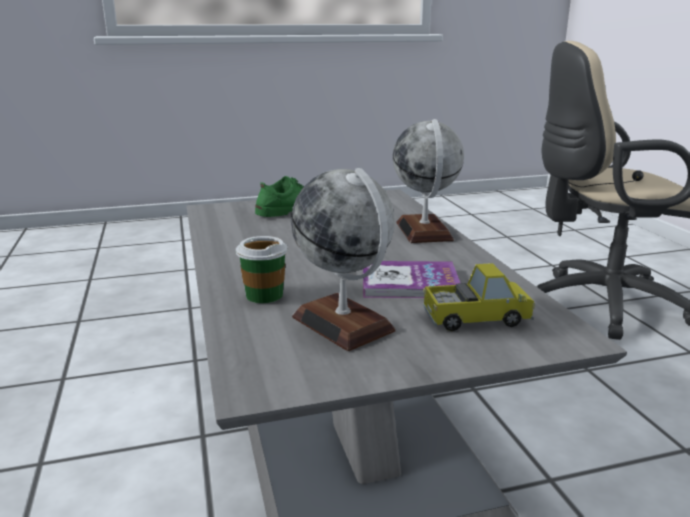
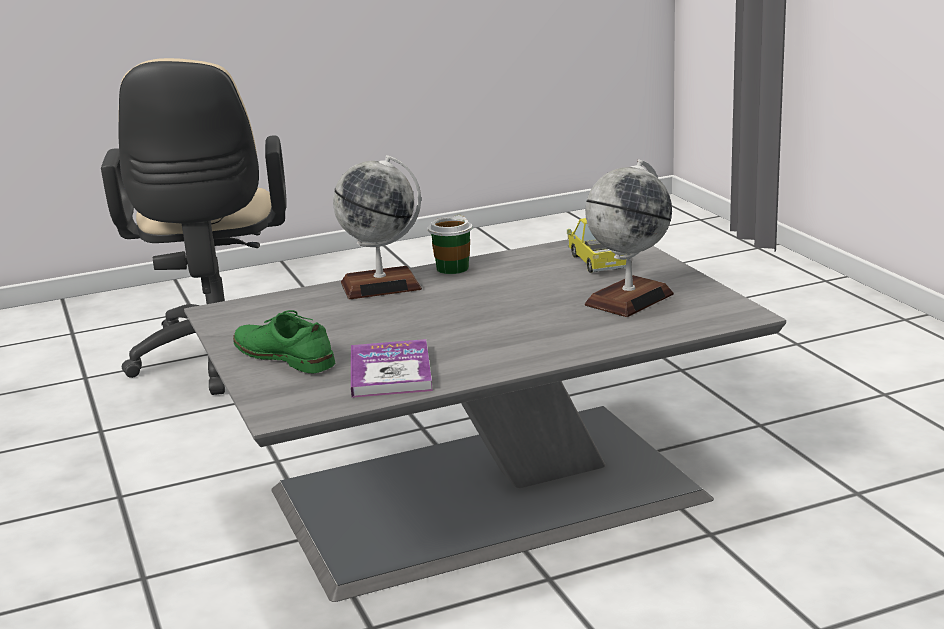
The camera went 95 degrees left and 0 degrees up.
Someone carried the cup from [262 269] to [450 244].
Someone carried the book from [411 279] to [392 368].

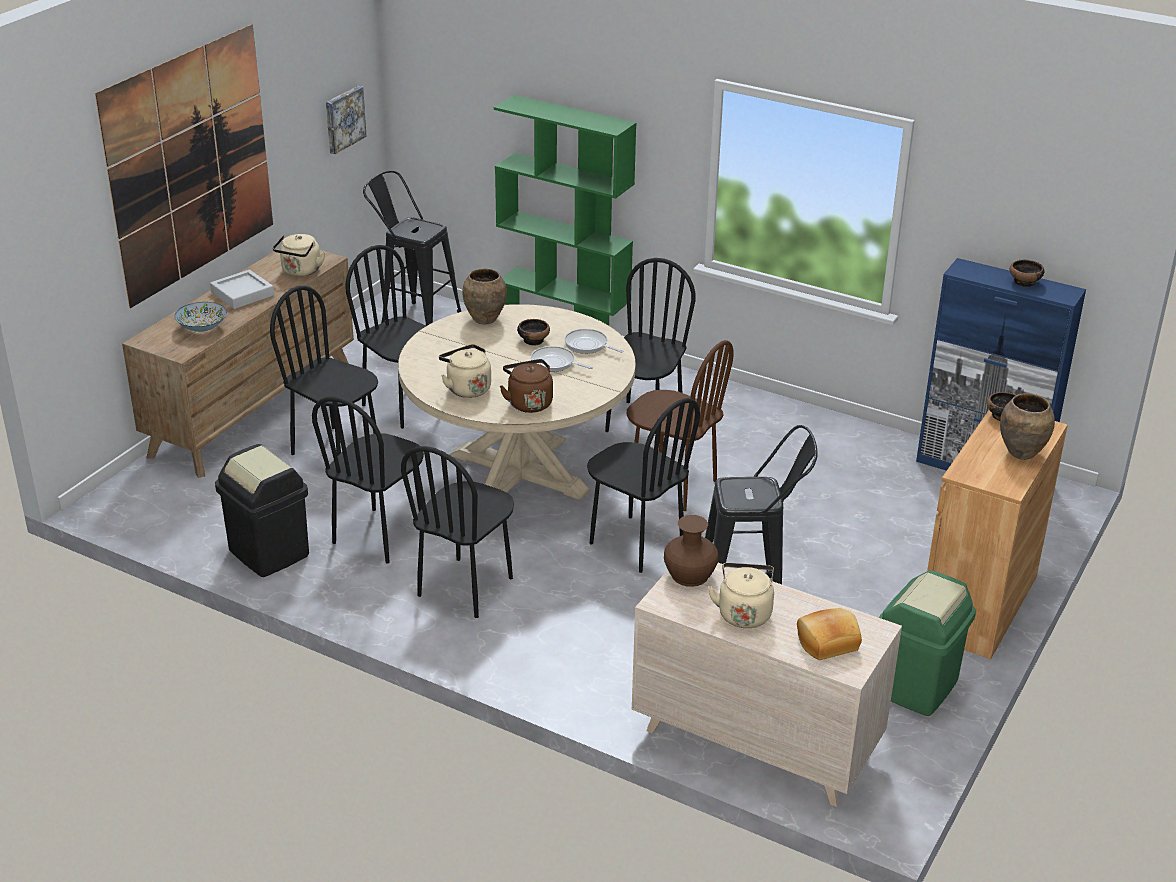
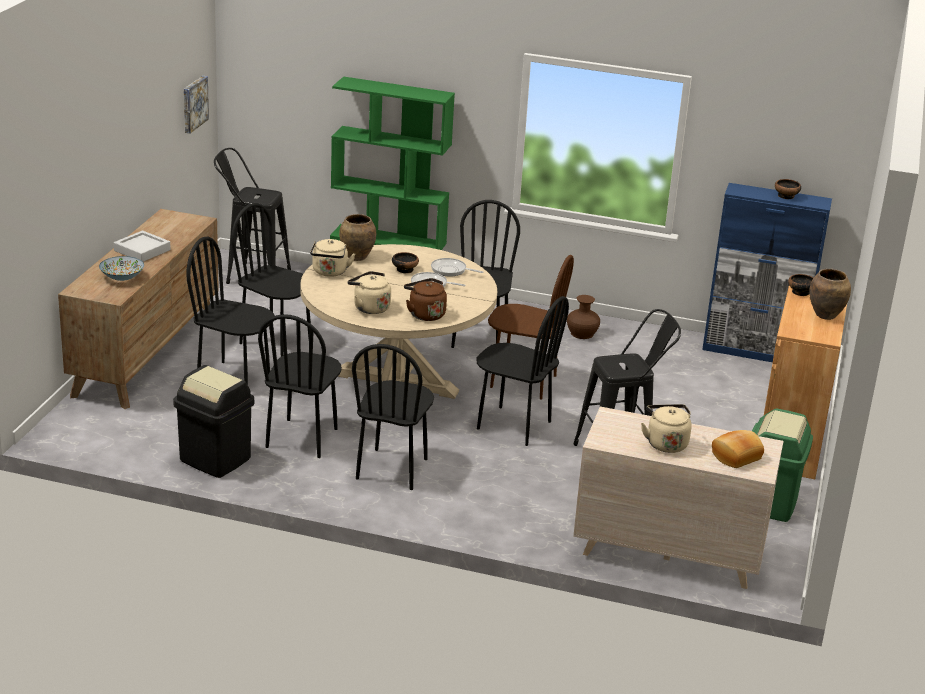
The camera went 15 degrees left and 5 degrees down.
Someone took away the picture at [184 166].
Someone carried the beige kettle from [299 255] to [332 258].
Someone carried the brown vase from [691 551] to [583 317].

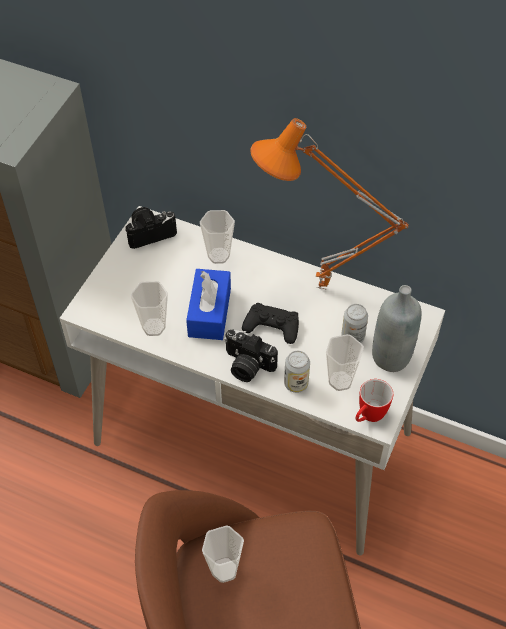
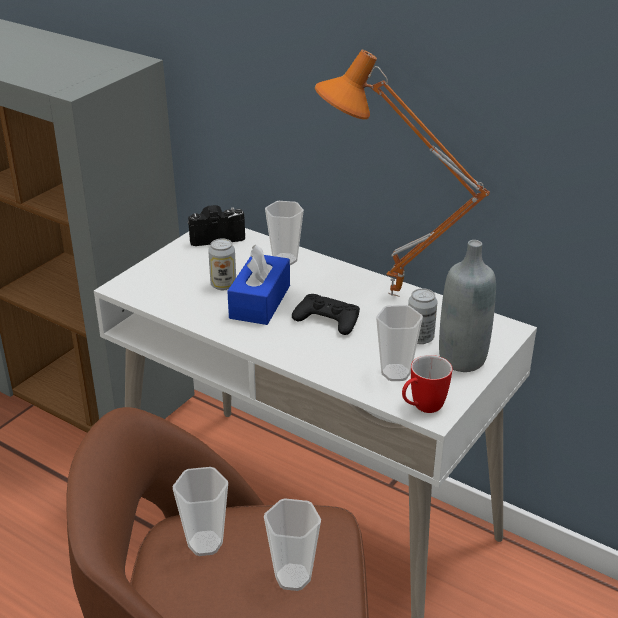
The camera went 10 degrees right and 20 degrees down.
Someone carried the cup from [149 308] to [292 544].
Someone took away the photo camera at [251 356].
Someone carried the can from [297 372] to [222 264].

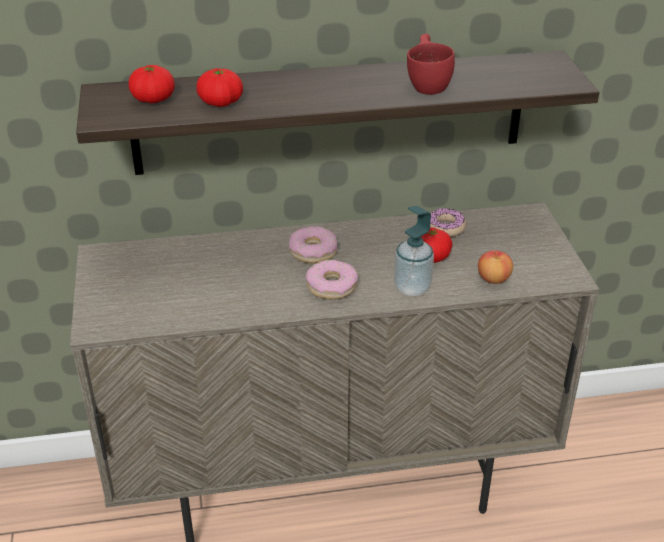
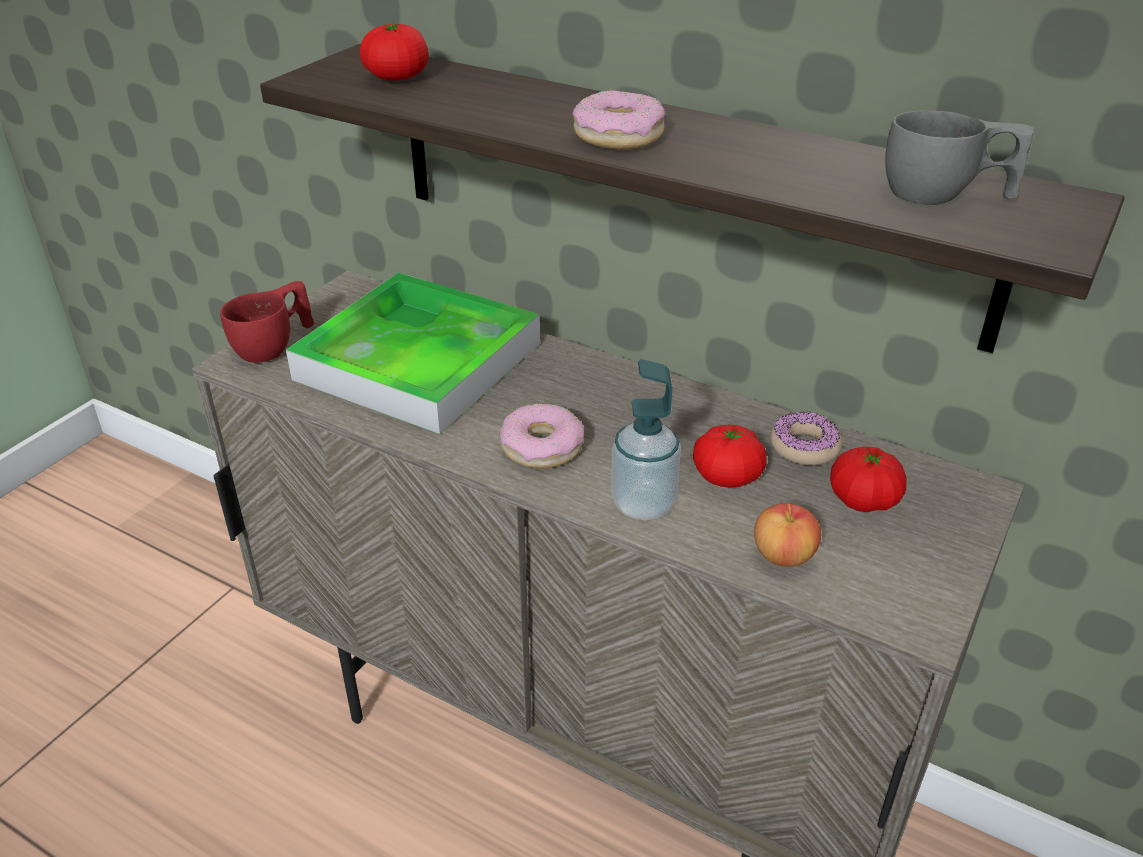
The camera went 40 degrees right and 0 degrees up.
Someone carried the tomato from [219 87] to [868 479].
Someone carried the donut from [313 244] to [618 120].
Someone carried the red cup from [431 64] to [267 322].
Someone put down the tray at [413 353].
Someone put down the grey cup at [959 157].

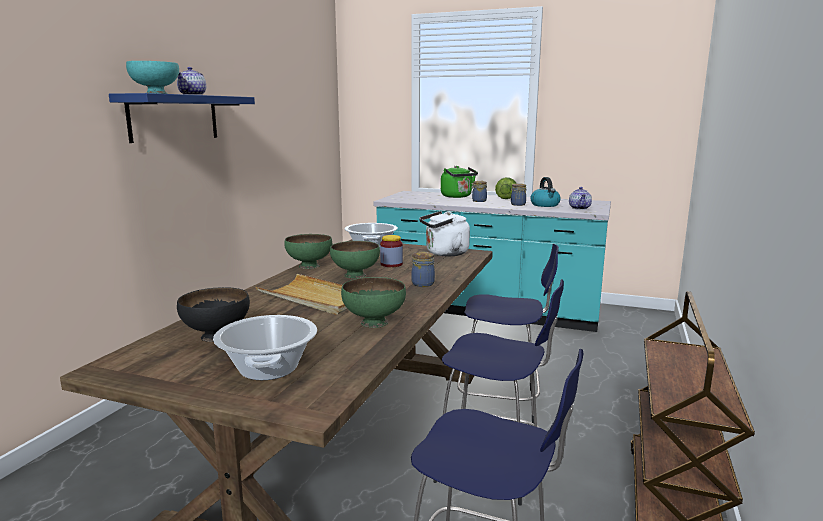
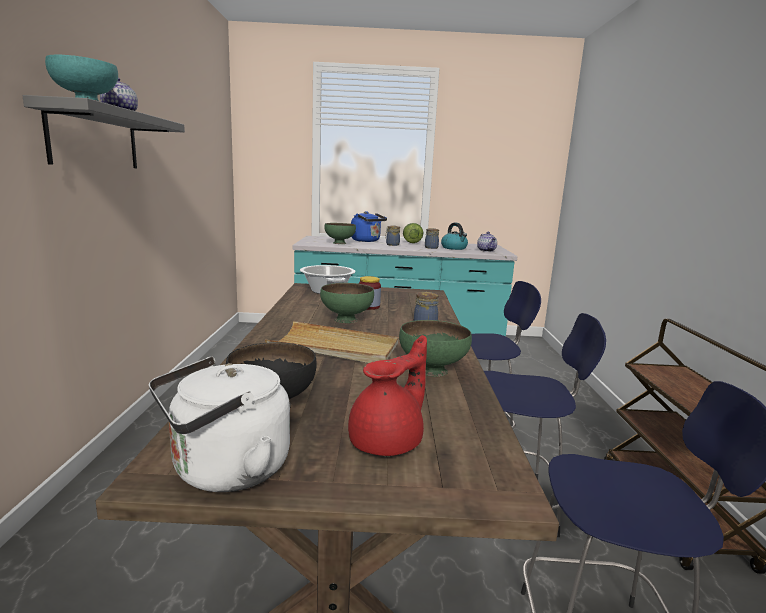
The camera went 20 degrees left and 0 degrees up.
Someone repainted the blue shelf at [182 118], which became the grey shelf at [104 131].
Someone swapped the cooking pot at [265 347] for the red teapot at [387 395].
Someone carried the green bowl from [308 251] to [340 233].
Someone carried the white kettle from [444 233] to [219 424].
Someone repainted the green kettle at [459 182], which became the blue kettle at [369 226].

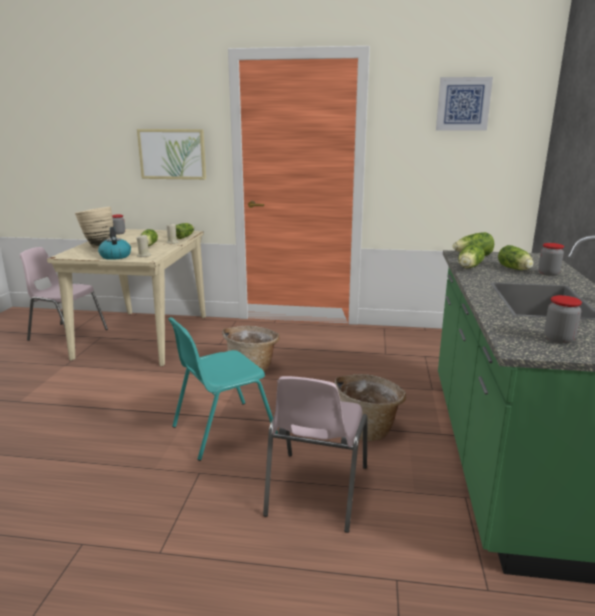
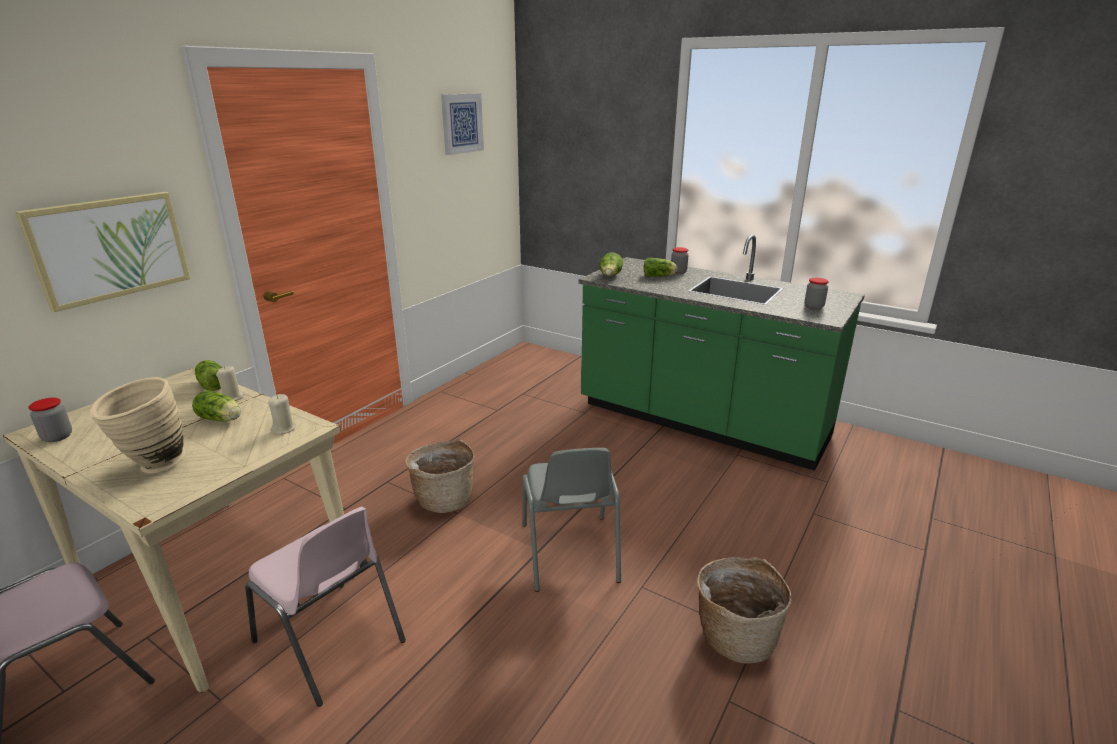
The camera went 65 degrees left and 5 degrees up.
Someone took away the kettle at [114 243].
Someone repainted the turquoise chair at [223 389], which became the grey chair at [571 520].
Someone carried the pink chair from [315 454] to [325 607].
Someone carried the basket from [370 407] to [744 610].
Someone took away the lettuce at [471 256].

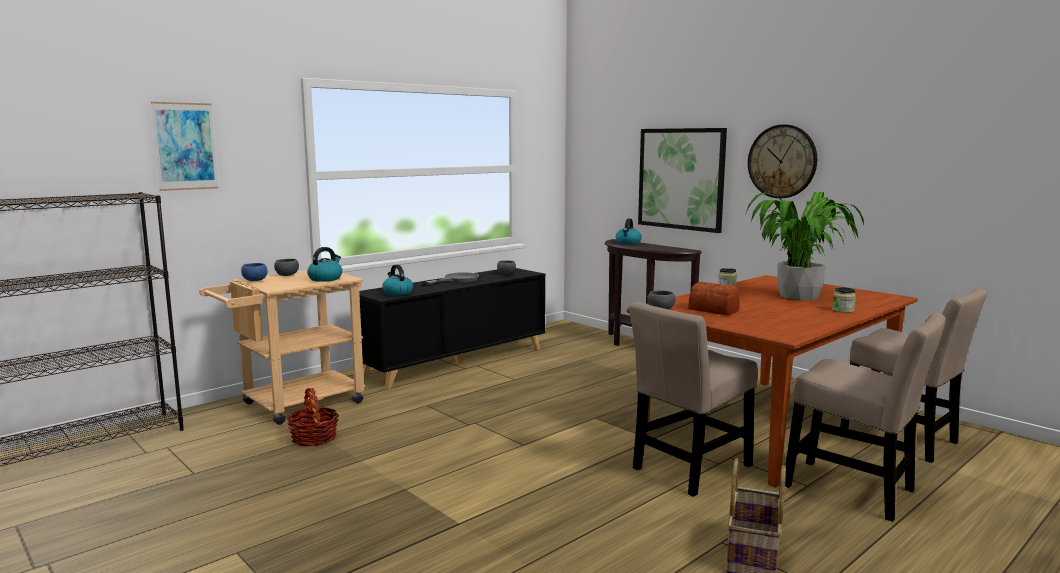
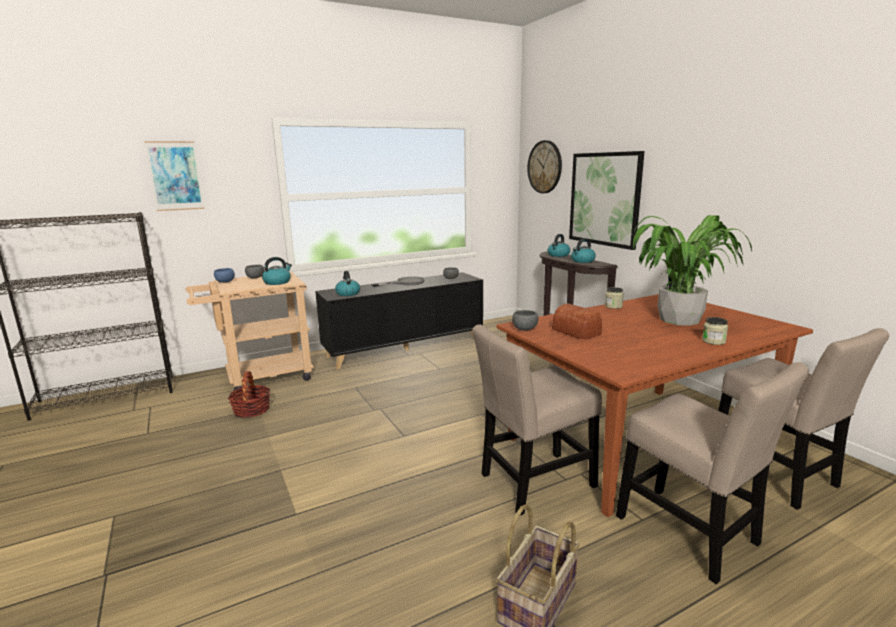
The camera went 15 degrees right and 5 degrees up.
Someone carried the wall clock from [782 161] to [544 166].
Someone put down the kettle at [583 250].

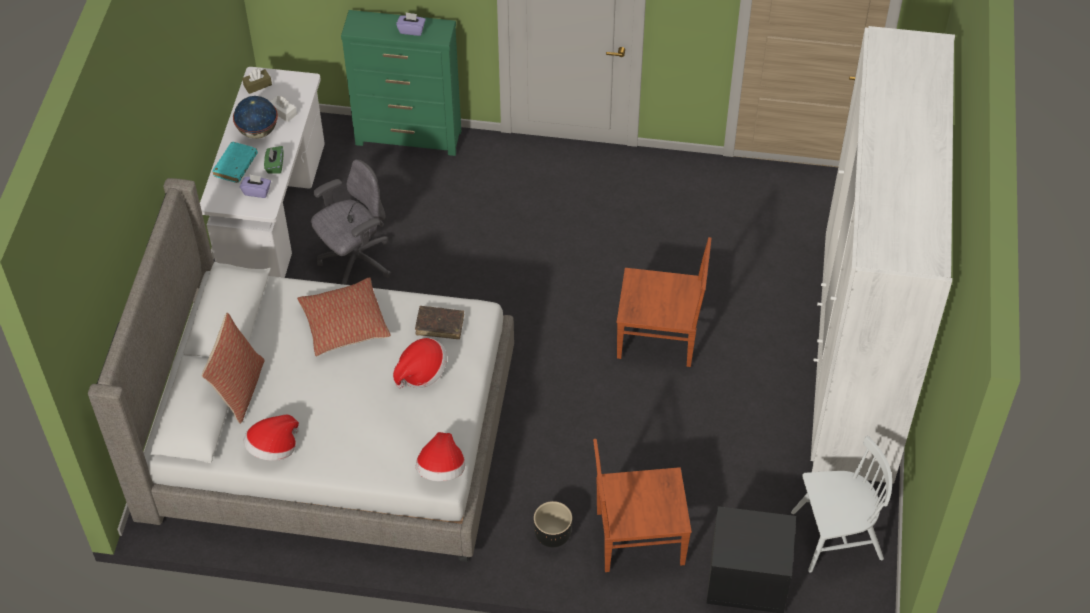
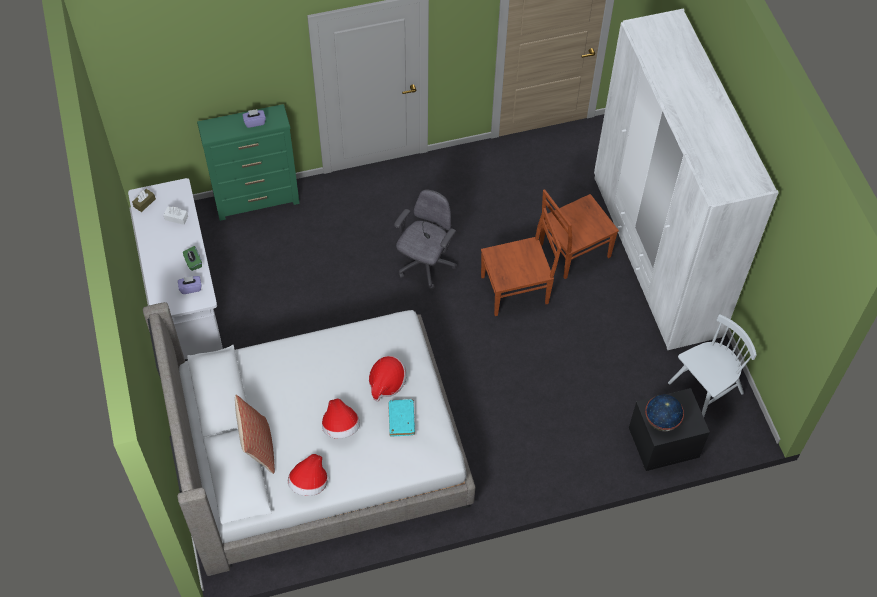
The camera went 25 degrees left and 5 degrees up.
Someone carried the turquoise book from [235 162] to [401 418].
Someone carried the globe from [255 117] to [664 413].
Someone took away the pillow at [344 317].
Someone carried the grey office chair from [351 222] to [425 239].
Someone took away the brown book at [439 322].
Someone carried the hat from [440 456] to [341 418].
Someone took away the black planter at [553 524].
Someone carried the brown chair from [642 505] to [579 234].

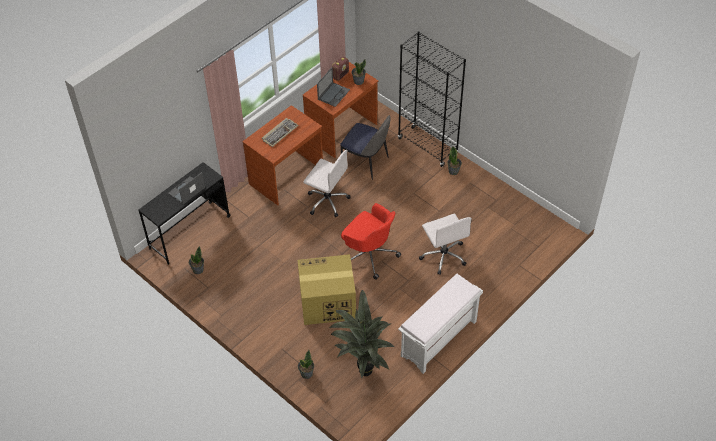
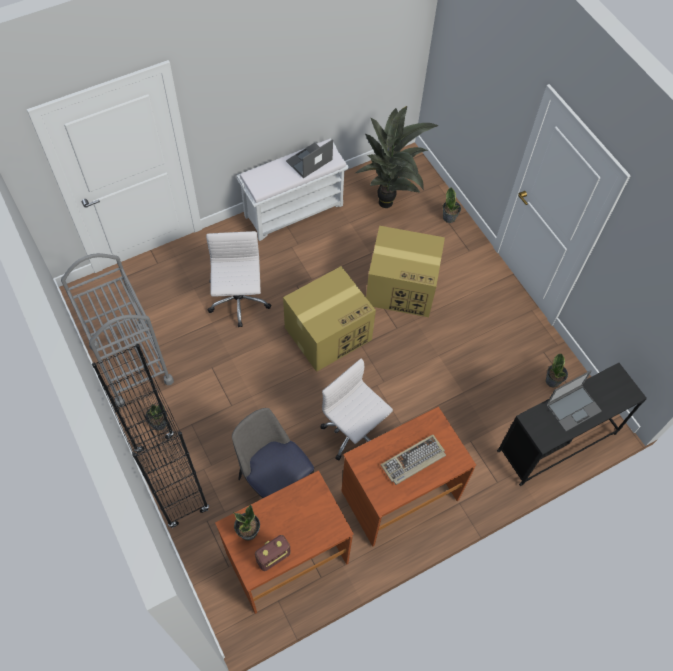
The camera went 165 degrees left and 10 degrees up.
Someone carried the laptop from [333 87] to [309 158].
Someone swapped the red office chair at [371 241] for the cardboard box at [329 319].
Someone put down the grey cart at [117 330].

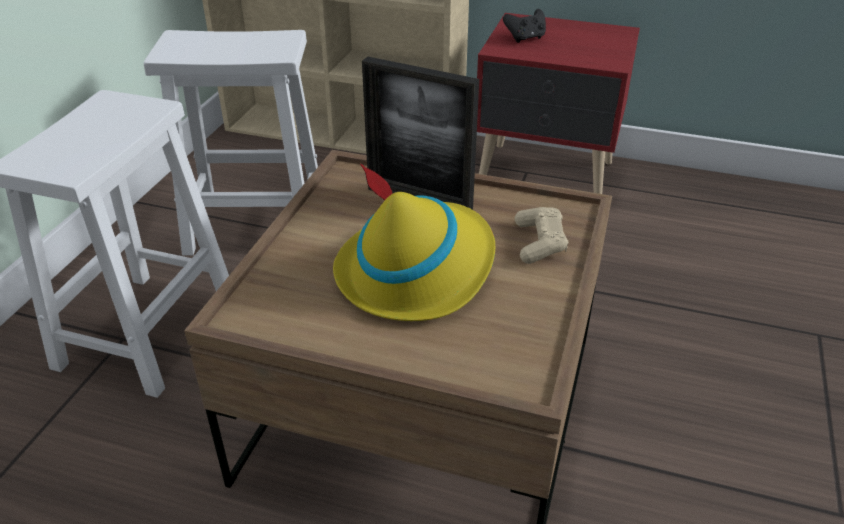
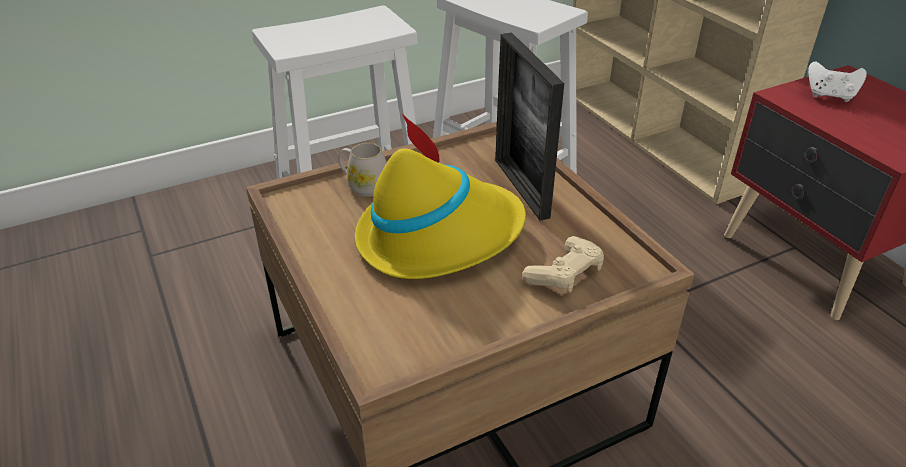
The camera went 45 degrees right and 0 degrees up.
Someone repainted the black game controller at [524 26], which became the white game controller at [837 81].
Someone put down the white mug at [363 170].

